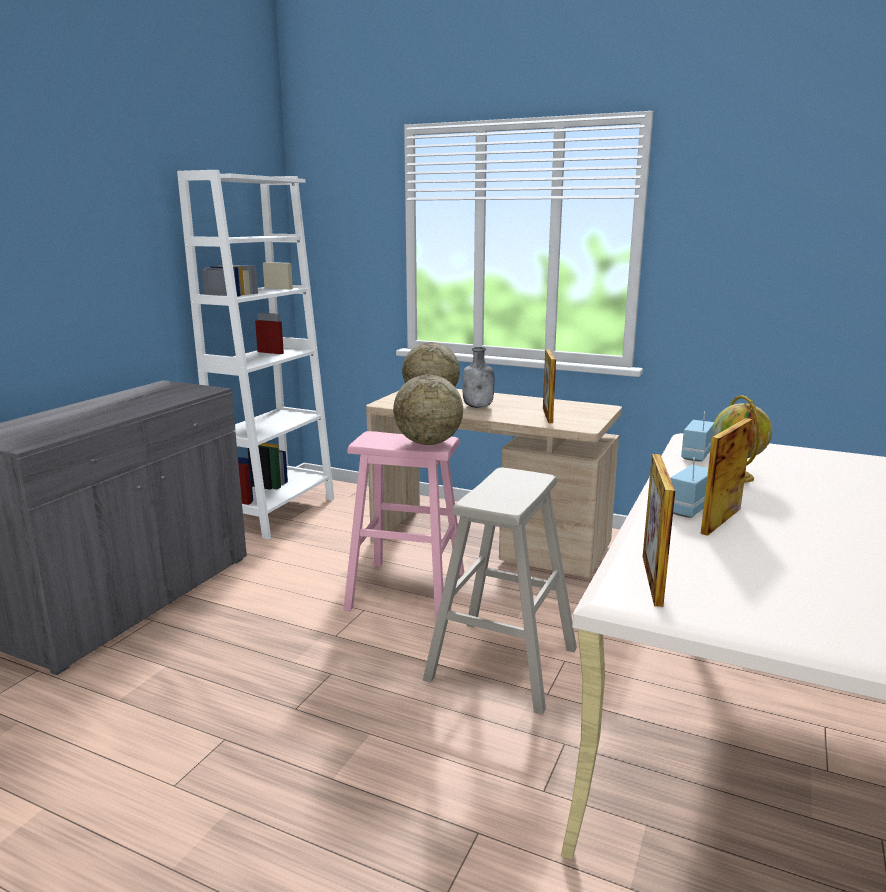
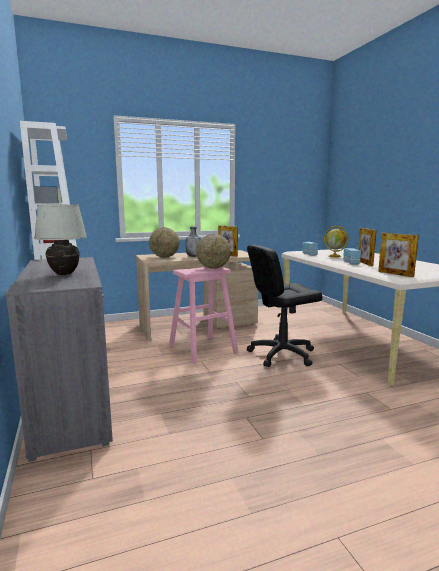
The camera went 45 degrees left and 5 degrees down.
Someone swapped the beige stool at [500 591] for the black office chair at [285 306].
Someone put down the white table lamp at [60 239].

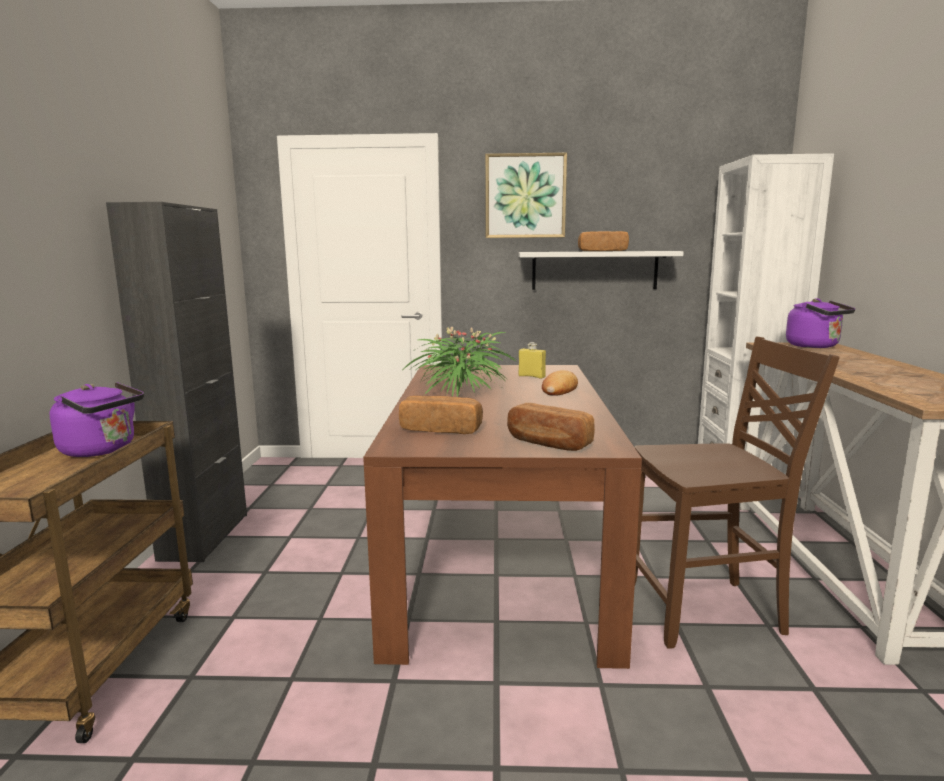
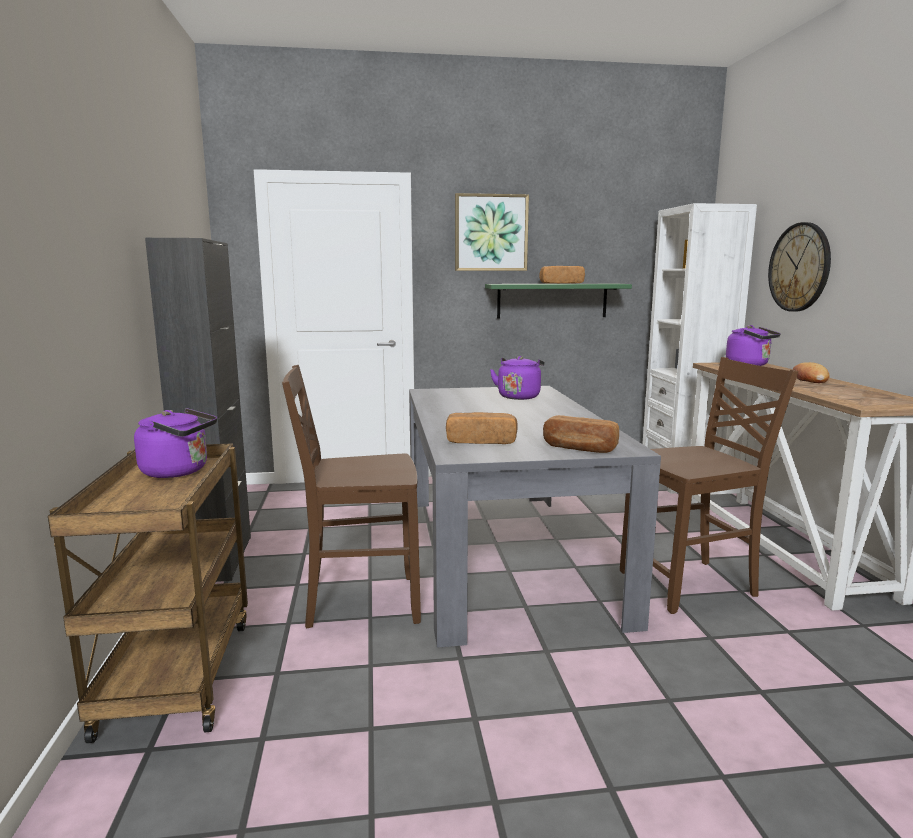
The camera went 10 degrees left and 0 degrees up.
Someone repainted the brown dining table at [502 517], which became the grey dining table at [535 517].
Someone took away the potted plant at [460 362].
Someone repainted the white shelf at [601 270], which became the green shelf at [558 301].
Someone swapped the yellow bottle at [532 360] for the purple kettle at [517 378].
Someone carried the bread from [560 383] to [811 372].
Someone put down the brown chair at [351 496].
Someone put up the wall clock at [799 267].

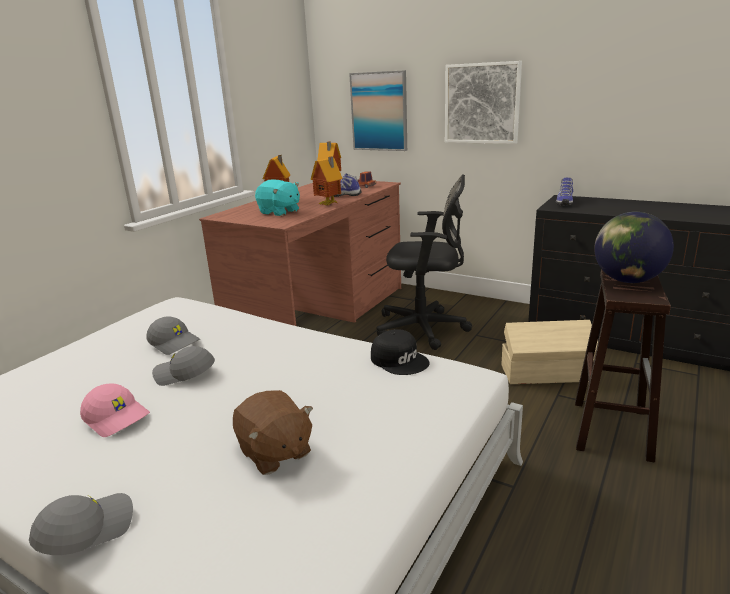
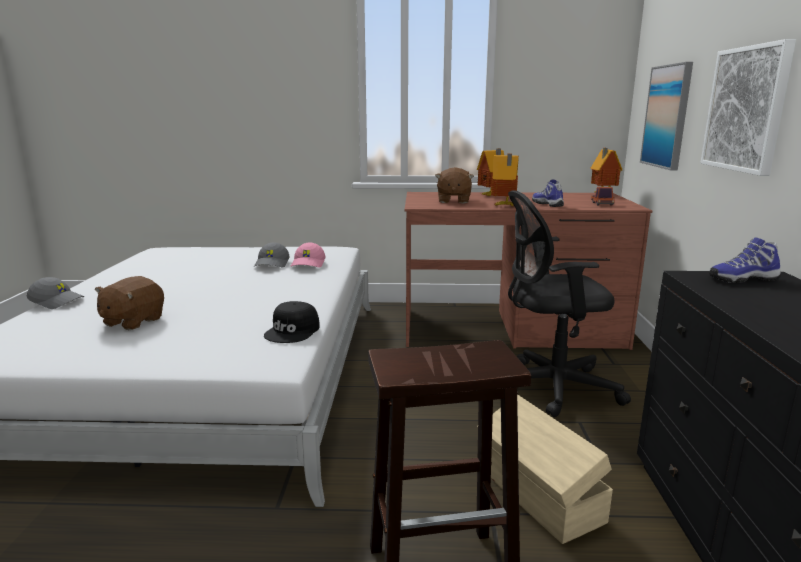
The camera went 60 degrees right and 5 degrees down.
Someone carried the pink cap from [115 410] to [308 255].
Someone took away the grey cap at [183 366].
Someone repainted the turquoise plush toy at [277 198], which became the brown plush toy at [454 185].
Someone rotated the black office chair at [424 262] by 105 degrees clockwise.
Someone took away the globe at [634 247].

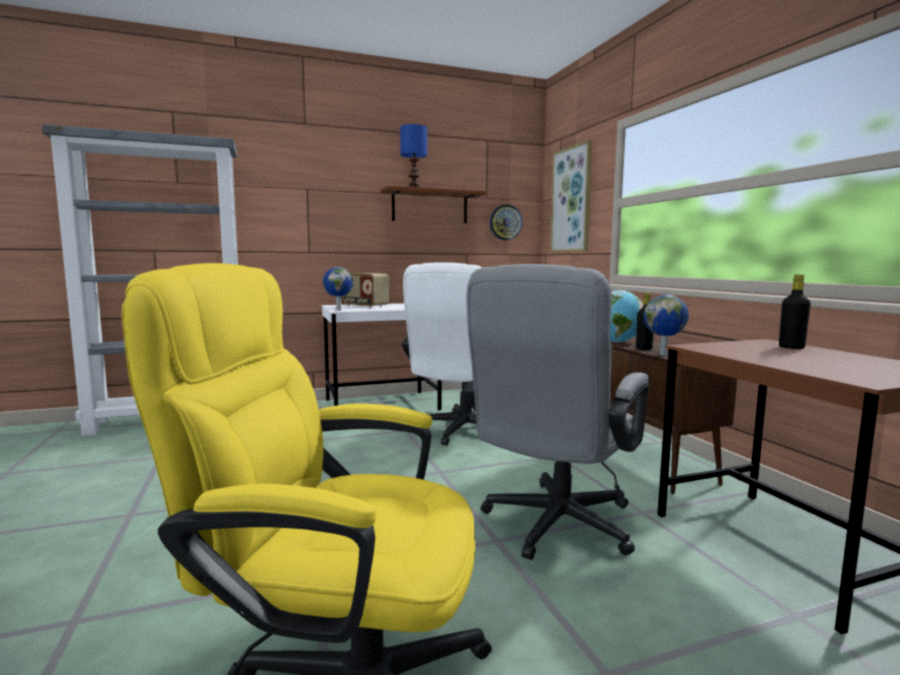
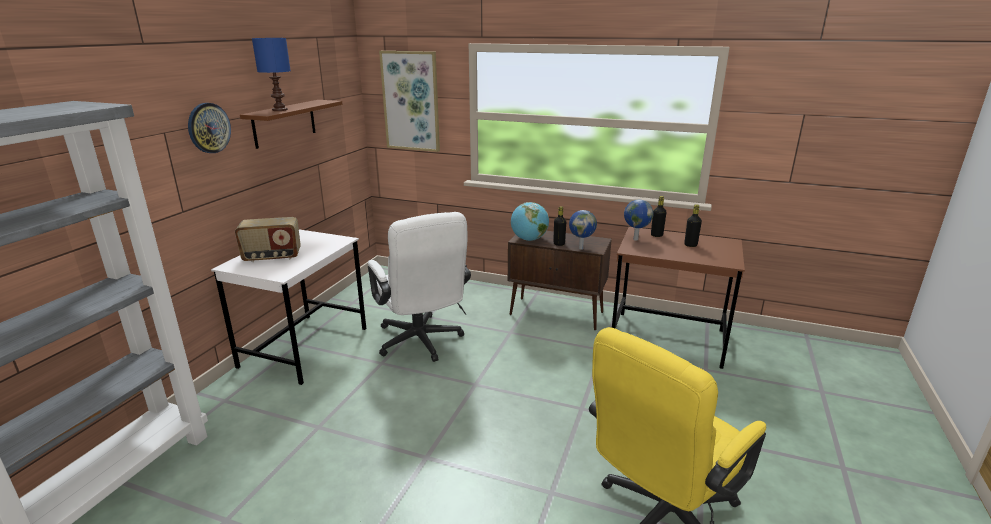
The camera went 50 degrees left and 15 degrees up.
Someone carried the globe from [338 289] to [639 220].
Someone took away the grey office chair at [556 412].
Someone carried the wall clock from [506 222] to [209 128].
Someone put down the black bottle at [693 225].

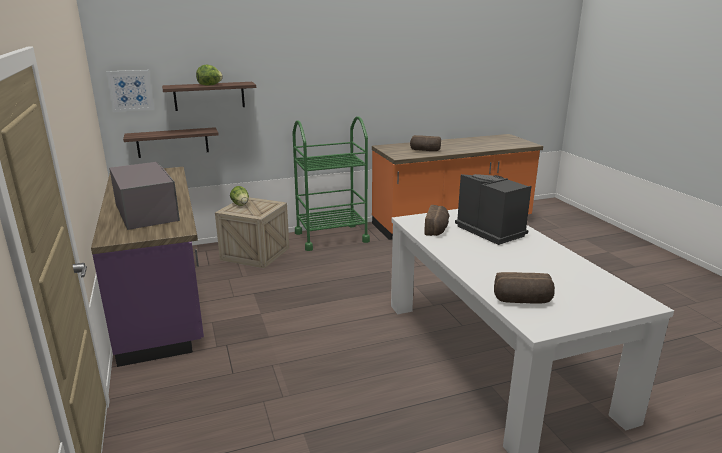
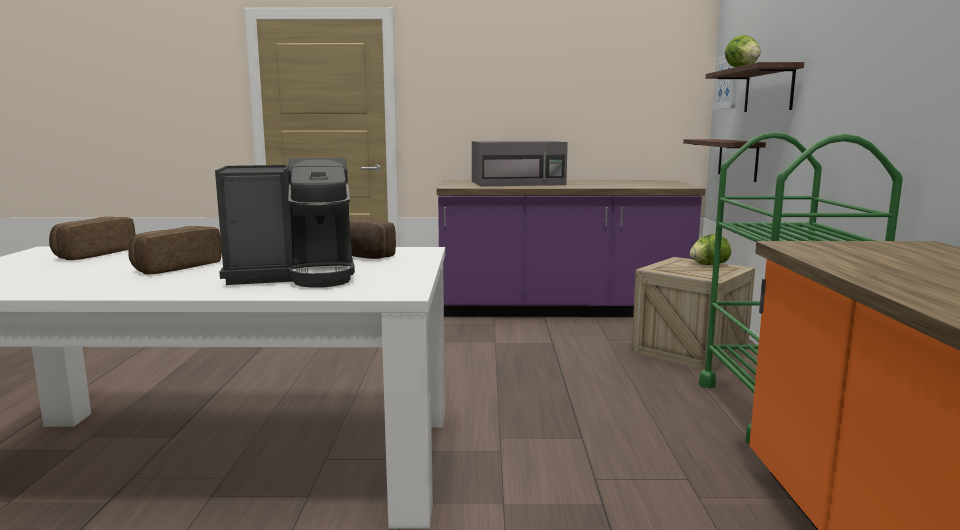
The camera went 110 degrees right and 10 degrees down.
Someone carried the bread from [425 143] to [175 250].

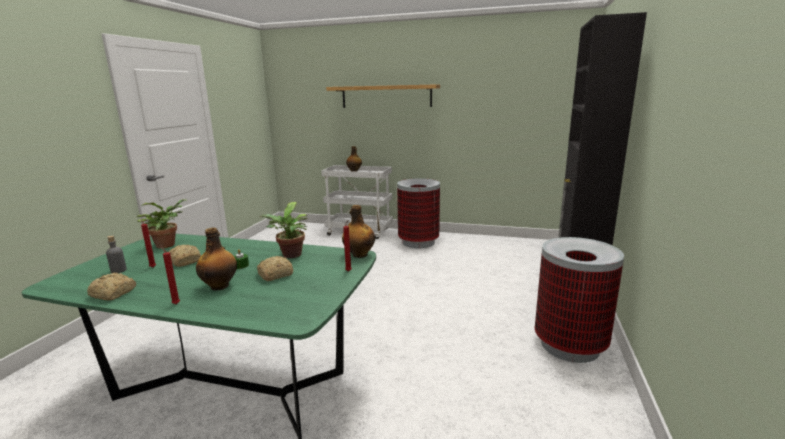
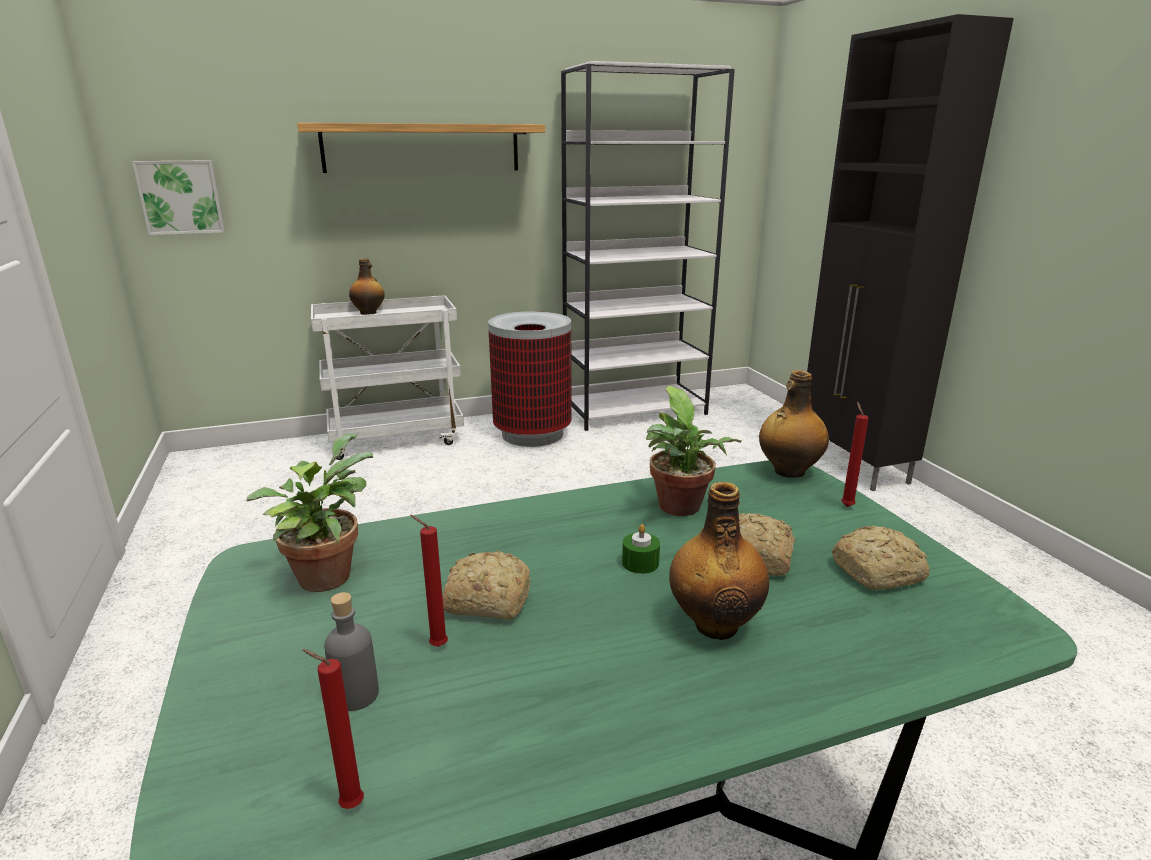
The camera went 35 degrees left and 5 degrees up.
Someone carried the bread from [111 287] to [881 558].
Someone carried the red candle from [170 275] to [333 729].
Someone took away the trash can at [579 300].
Someone put up the picture at [178 197].
Someone put down the white bookcase at [648 246].

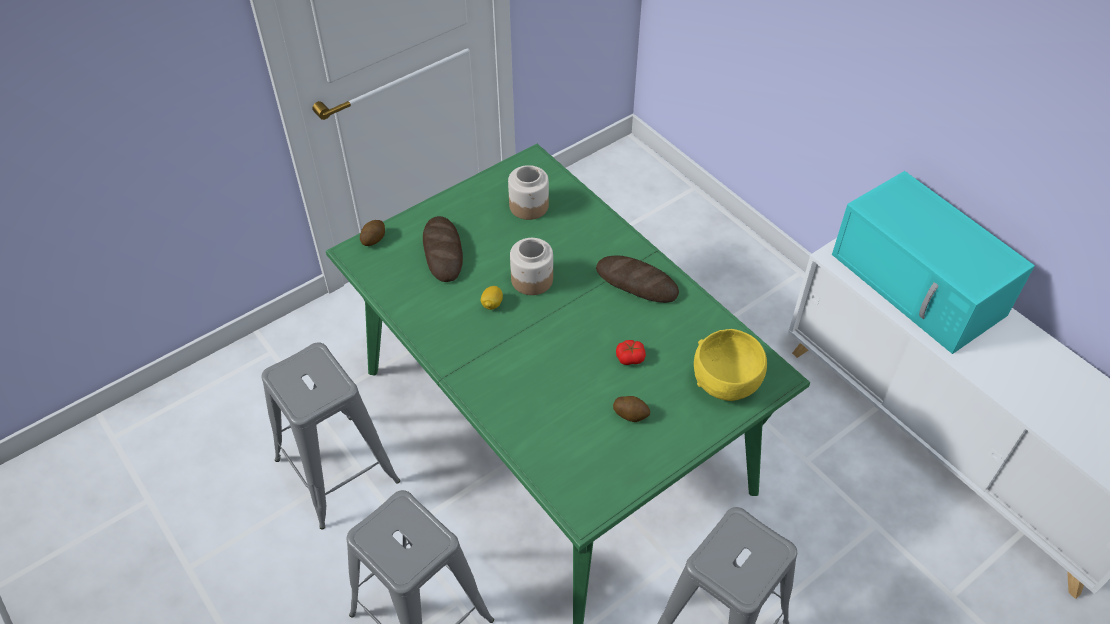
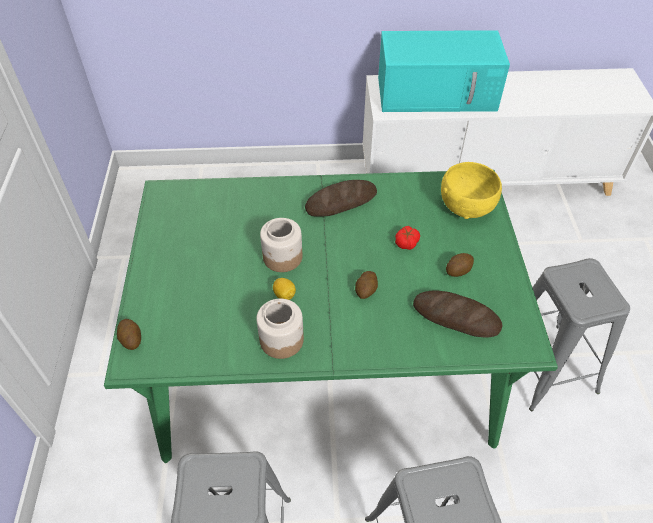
The camera went 55 degrees left and 0 degrees up.
Someone carried the bread from [443 249] to [457 313].
Someone carried the jar from [528 192] to [280 329].
Someone put down the potato at [366 285].

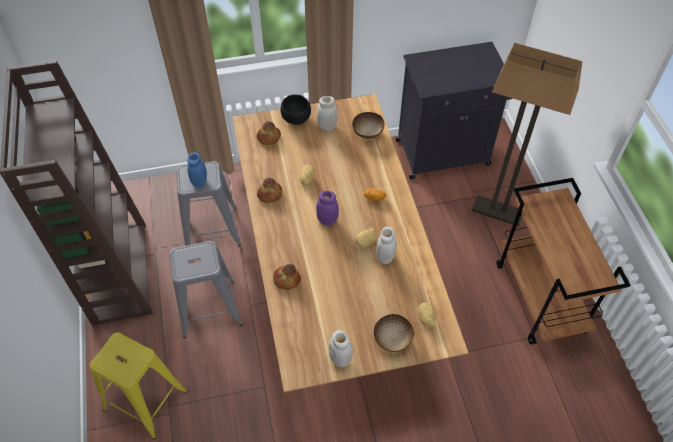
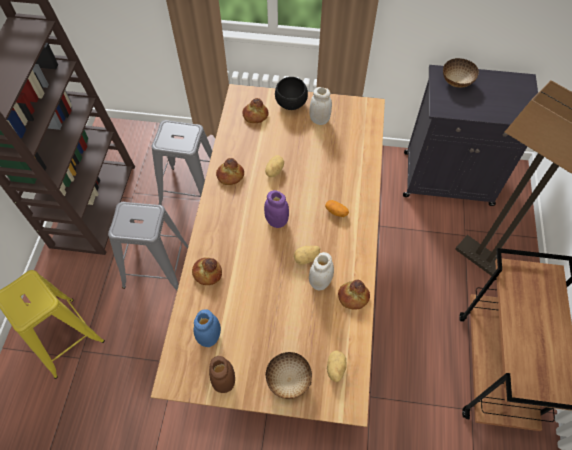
The camera went 20 degrees right and 5 degrees up.
Someone carried the blue jar from [197 170] to [207 328].
Someone repainted the white jar at [341 348], which became the brown jar at [222 374].
Someone carried the bowl from [368 125] to [461 73].
Someone put down the bread at [354 295].

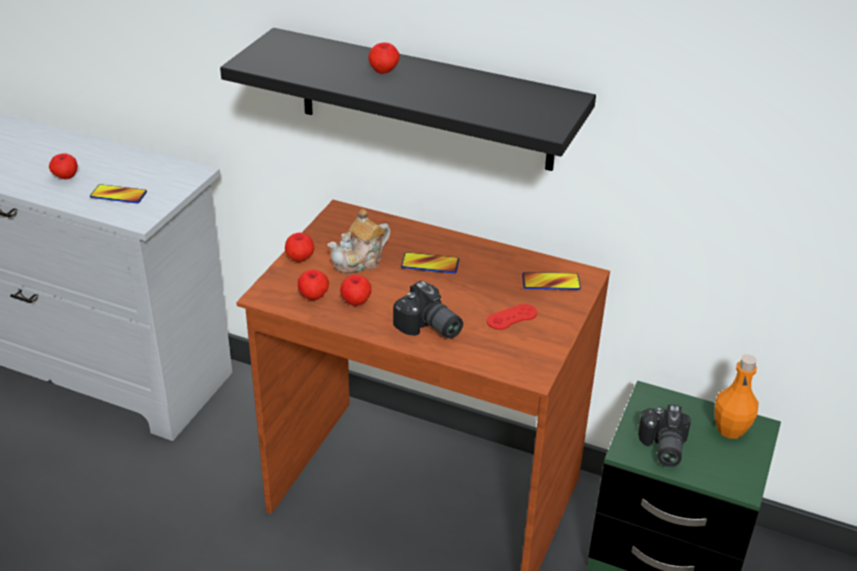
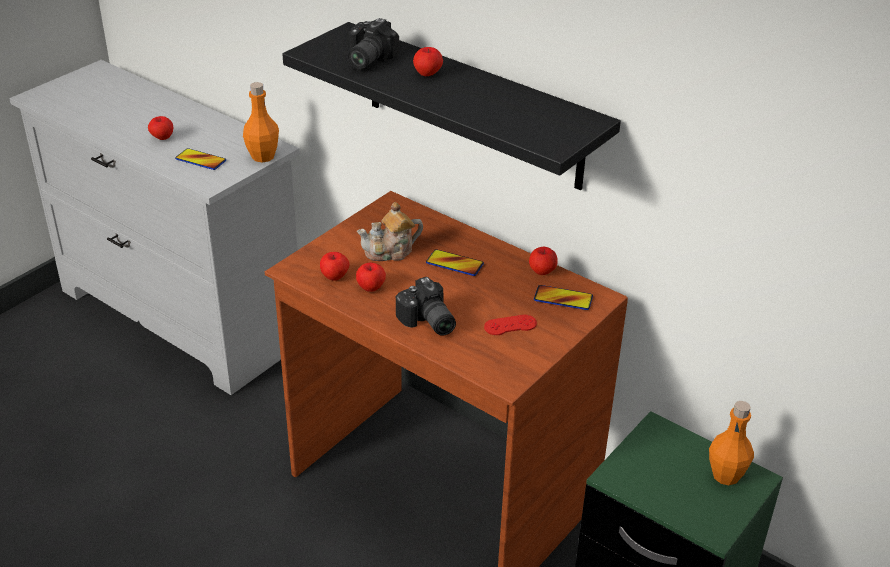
The camera went 15 degrees right and 0 degrees up.
Someone carried the apple from [299 247] to [543 261].
Someone carried the photo camera from [664 436] to [373 43].
Someone put down the orange bottle at [261 122].

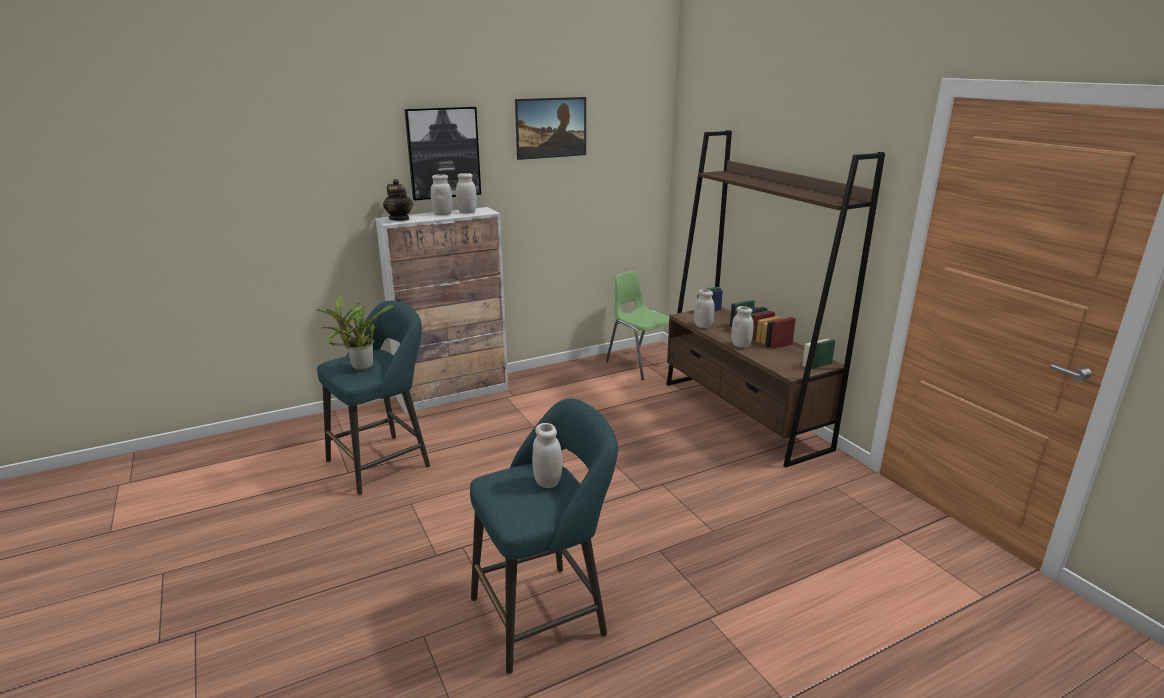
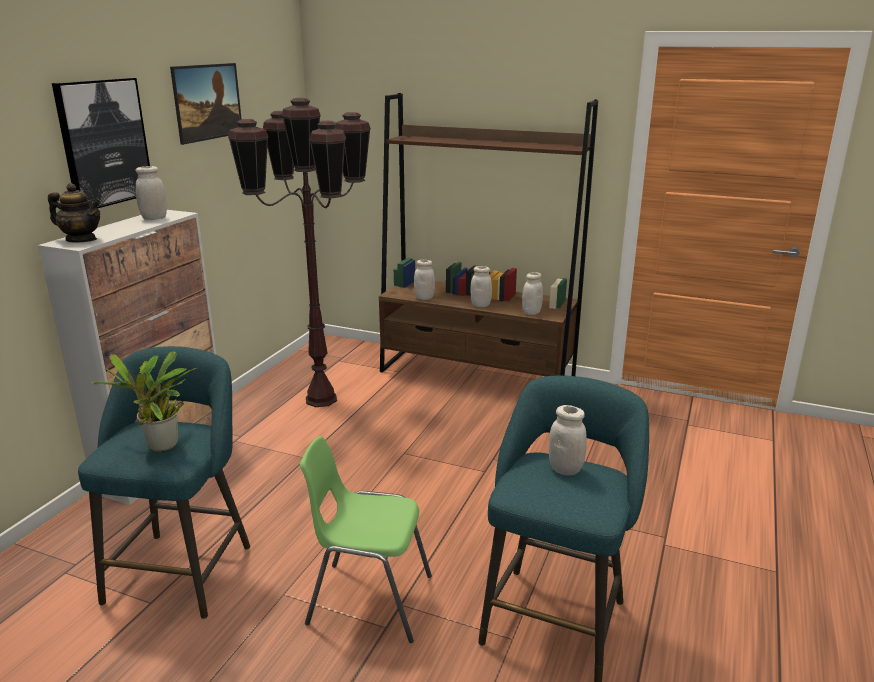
The camera went 40 degrees left and 0 degrees up.
Someone carried the white jar from [442 194] to [532 293].
Someone carried the green chair from [637 325] to [366 539].
Someone put down the brown floor lamp at [299 252].

